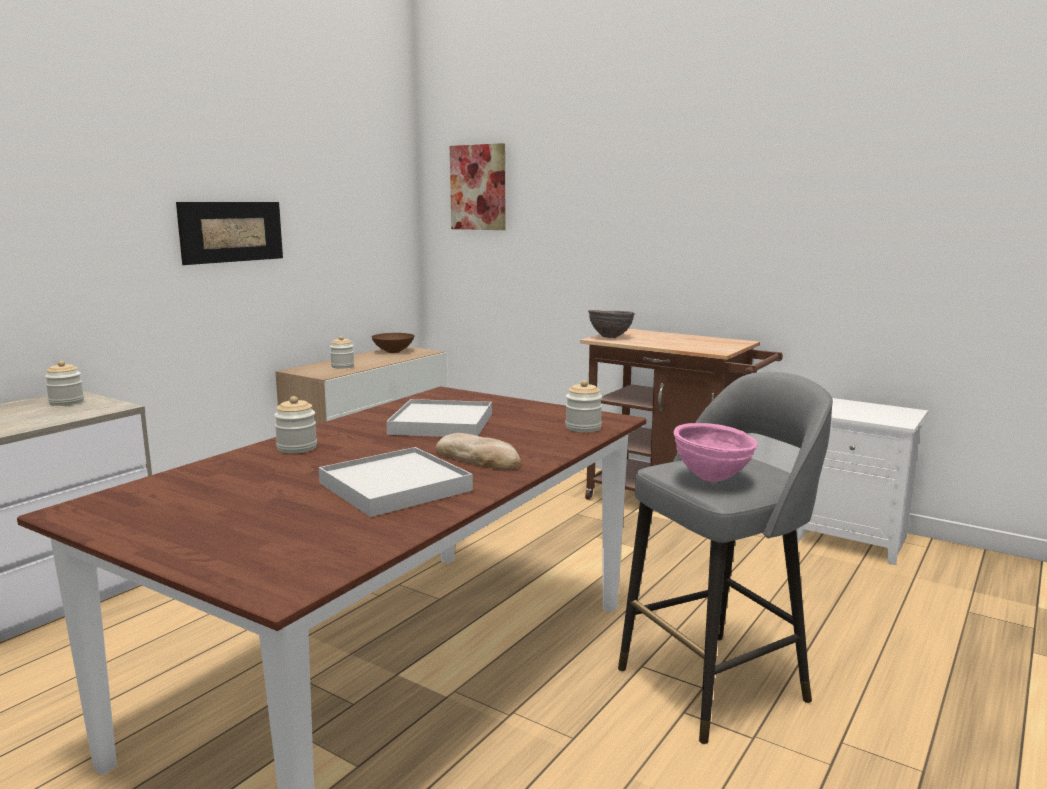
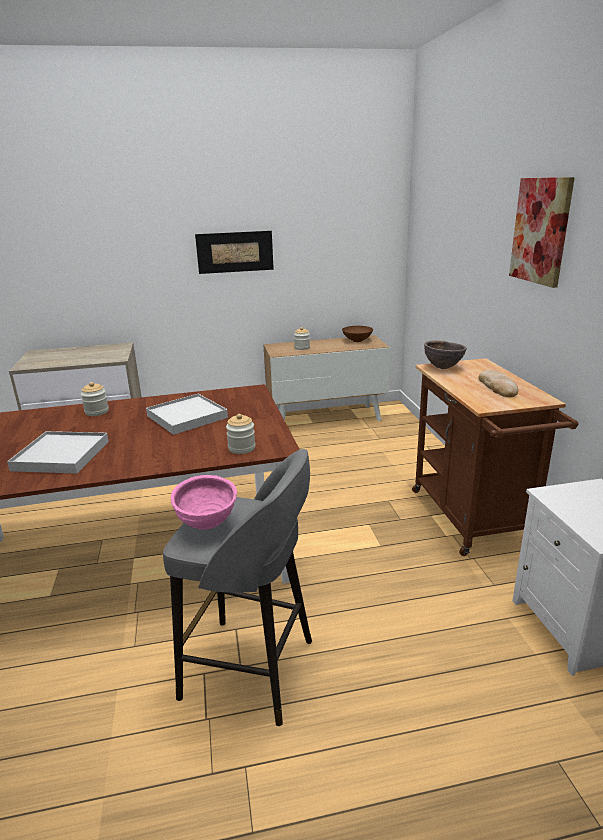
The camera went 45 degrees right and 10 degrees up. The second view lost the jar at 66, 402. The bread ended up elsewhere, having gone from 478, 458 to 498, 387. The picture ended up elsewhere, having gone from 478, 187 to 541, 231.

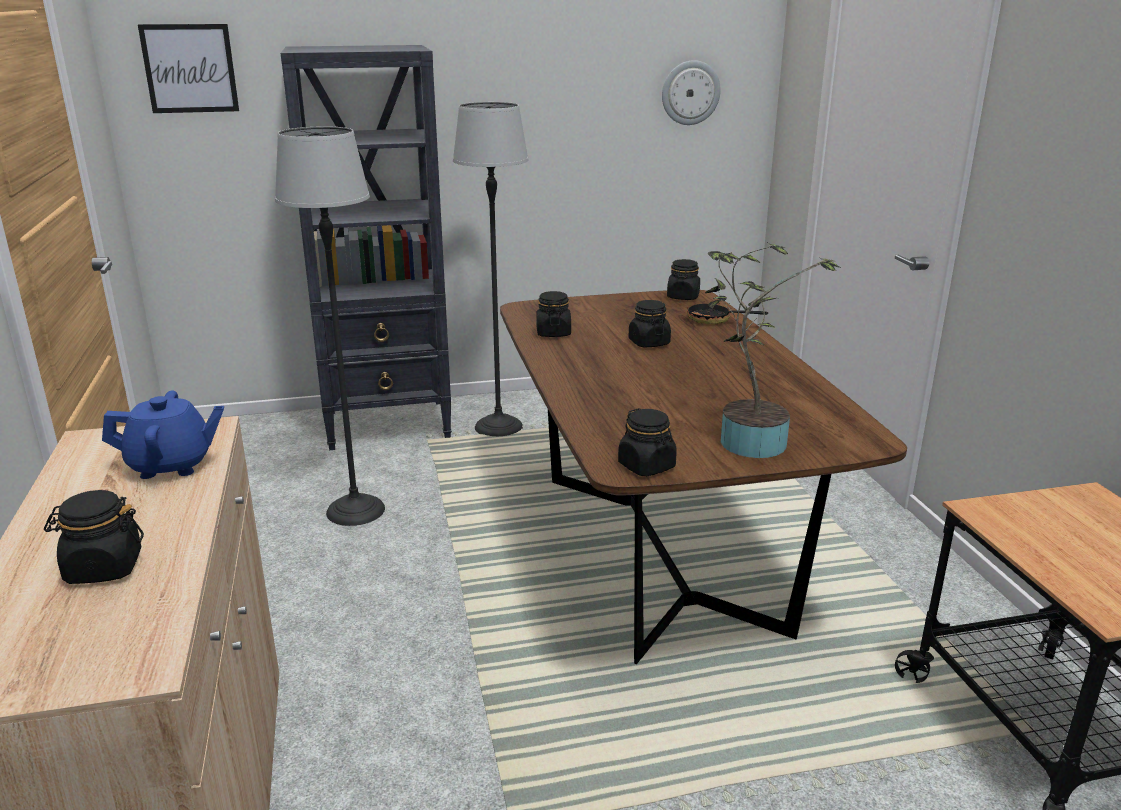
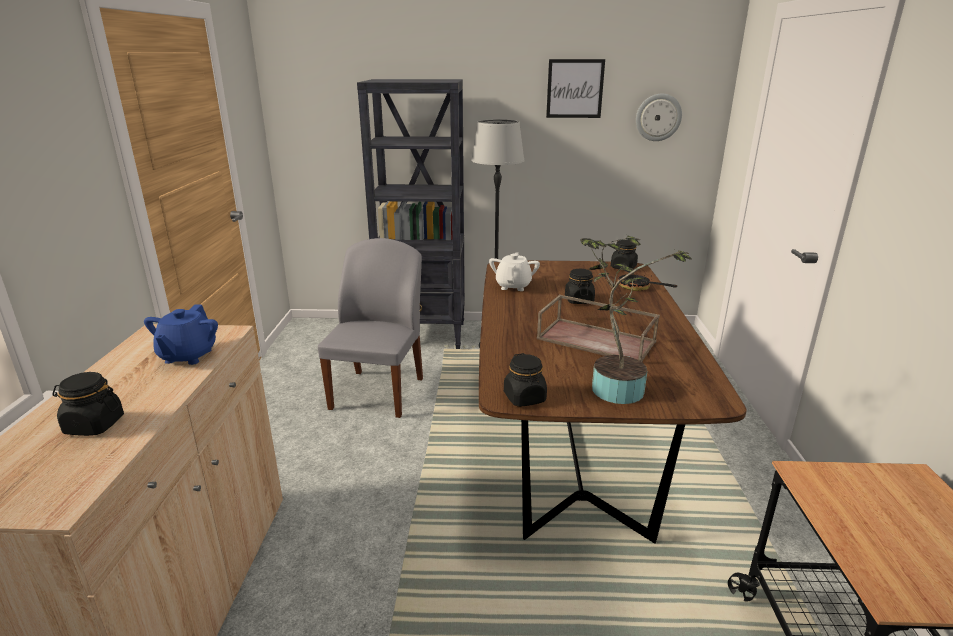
The camera went 15 degrees right and 0 degrees up. The blue teapot at 171, 465 ended up facing another way, 90 degrees clockwise from before. The picture ended up elsewhere, having gone from 190, 68 to 575, 88. Where the floor lamp stood at 356, 510, the grey chair came to stand at 379, 392. Where the black jar stood at 553, 333, the white teapot came to stand at 513, 286. The second view gained the brown tray at 597, 340.

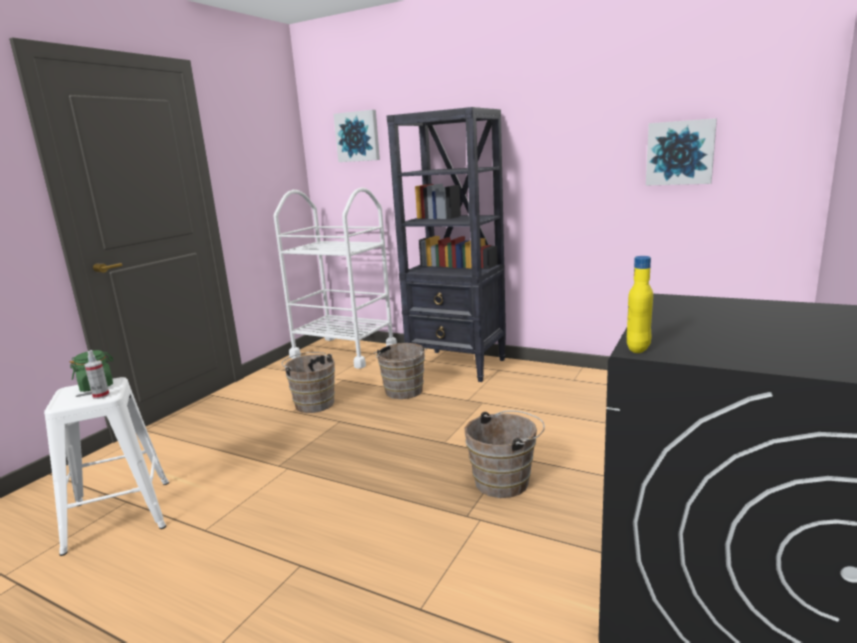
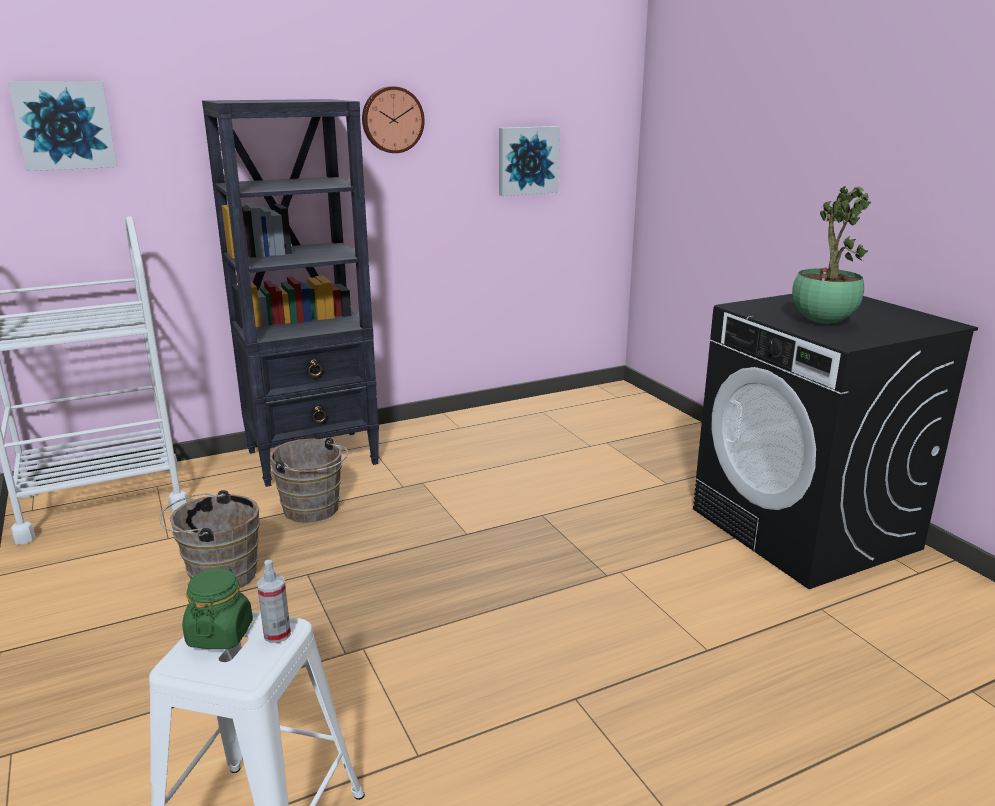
The camera went 55 degrees left and 5 degrees up. The second view lost the brown bucket at 506, 481. The second view lost the yellow bottle at 638, 348. The second view gained the wall clock at 392, 120. The second view gained the potted plant at 821, 321.

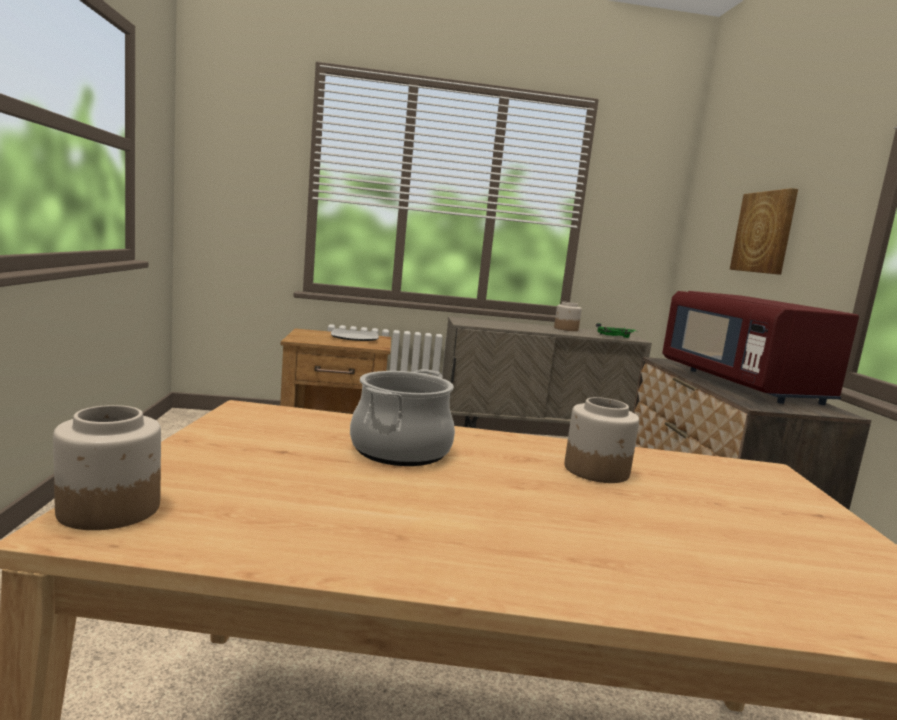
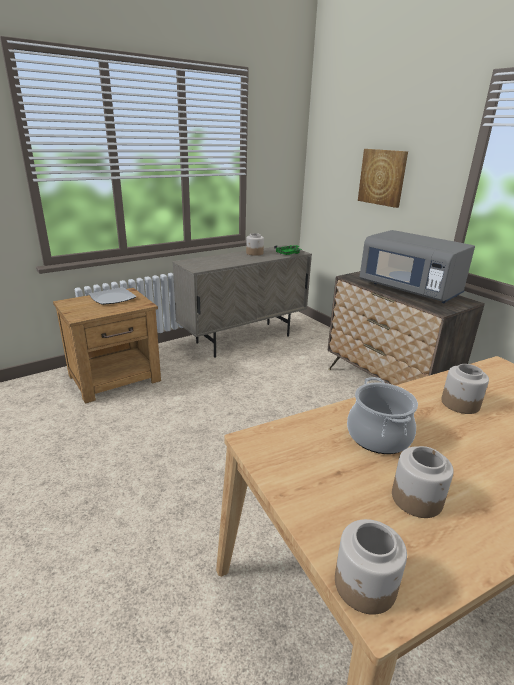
The camera went 30 degrees left and 15 degrees up. What was the red microwave at 742, 385 turned into the grey microwave at 409, 290. The second view gained the jar at 417, 498.

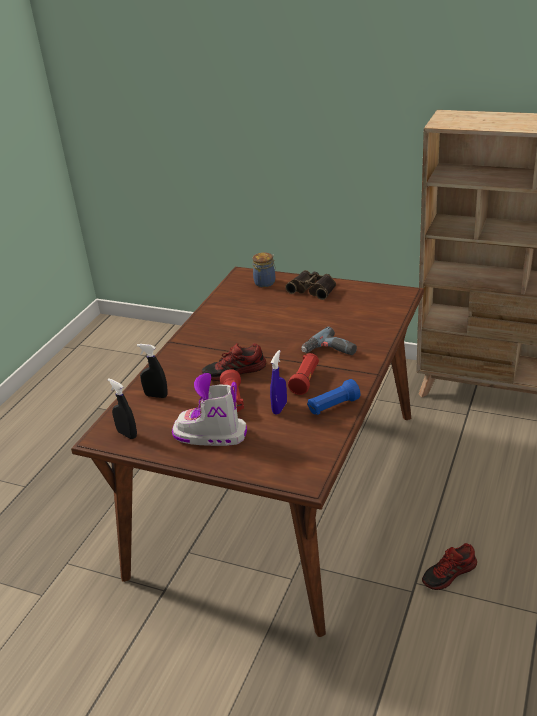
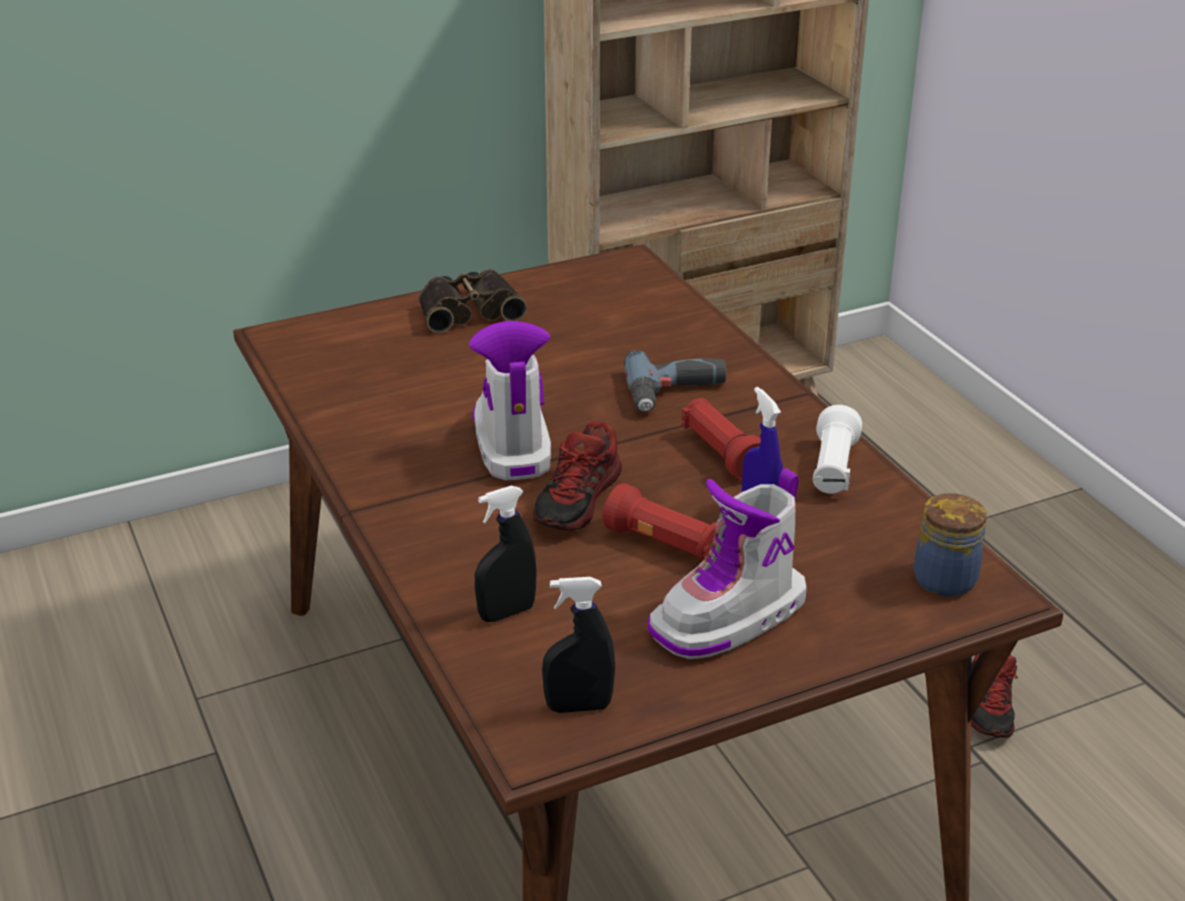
The camera went 50 degrees left and 0 degrees up. The jar ended up elsewhere, having gone from 265, 282 to 944, 578. What was the blue flashlight at 333, 406 turned into the white flashlight at 833, 470. The second view gained the boot at 511, 443.

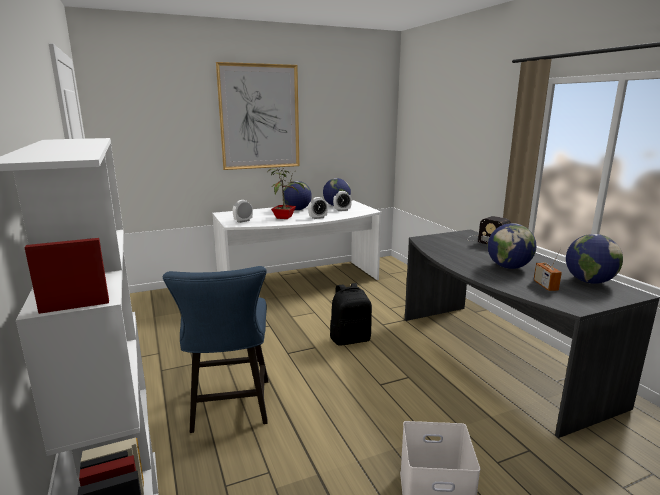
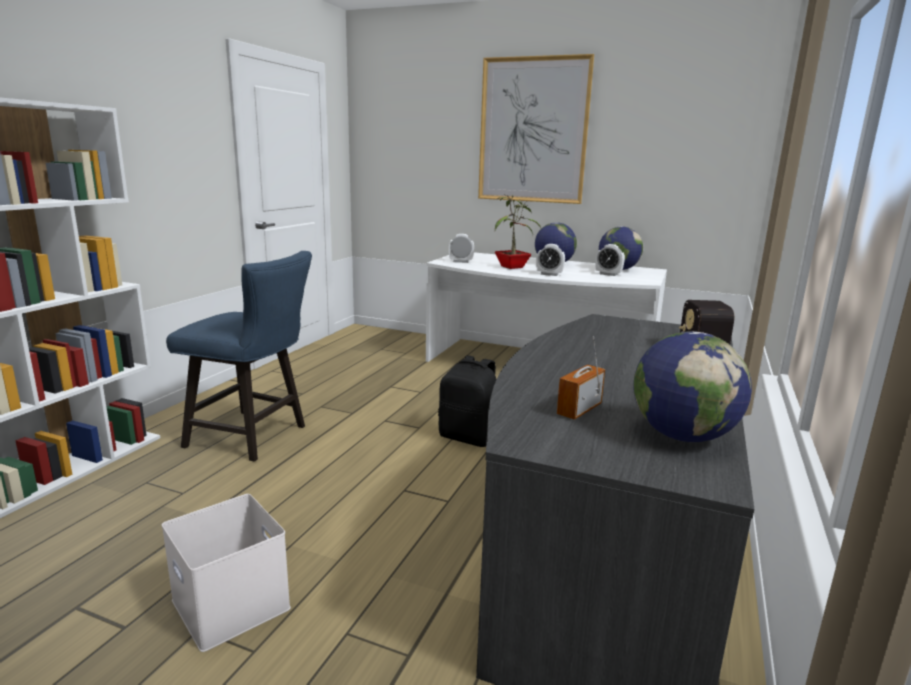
The camera went 45 degrees right and 0 degrees up. The blue chair at 230, 409 ended up facing another way, 105 degrees counterclockwise from before. The second view lost the globe at 508, 267.

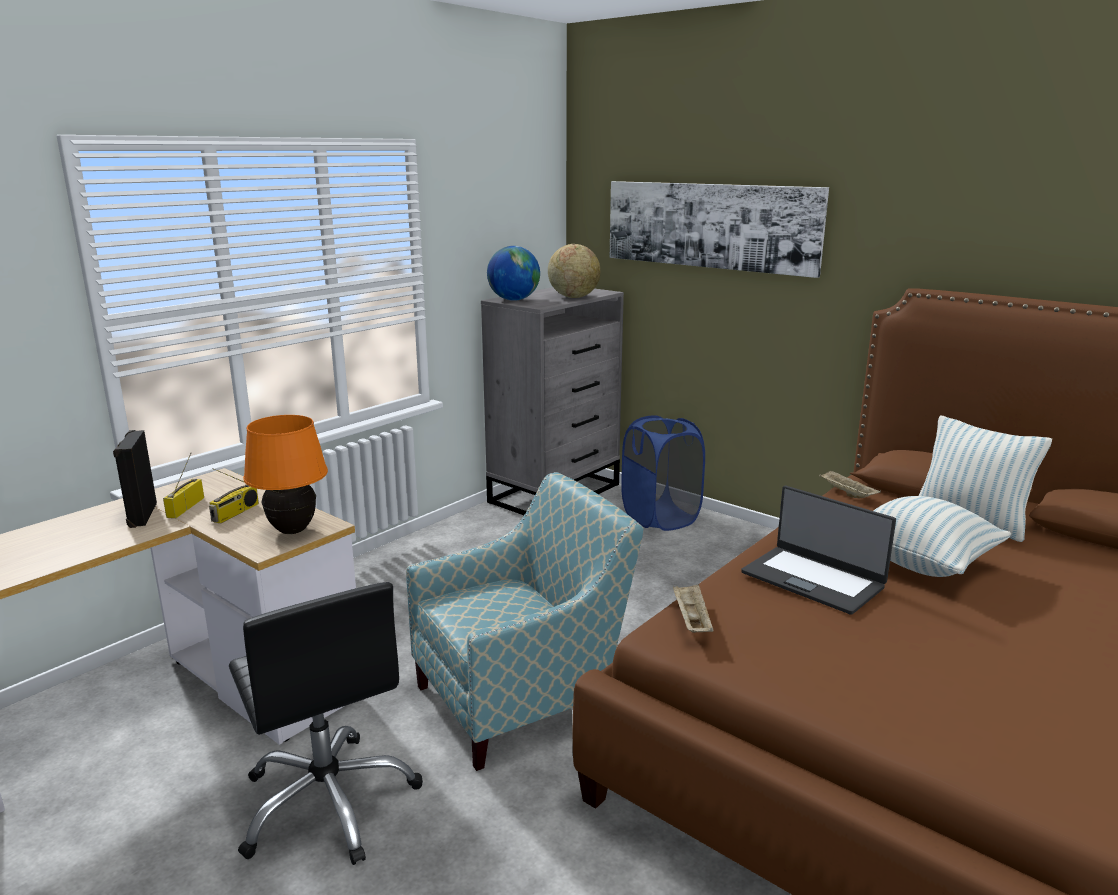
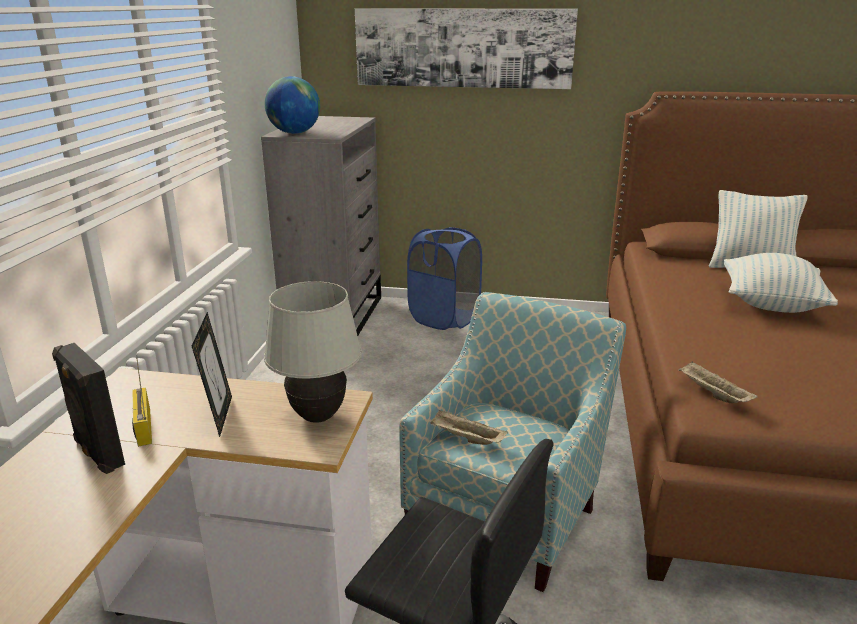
The camera went 30 degrees left and 5 degrees up. Where the radio stood at 235, 513, the picture frame came to stand at 219, 416. What was the orange table lamp at 292, 531 turned into the white table lamp at 317, 417. The second view lost the globe at 573, 297. The second view lost the laptop at 813, 579. The beige tray ended up elsewhere, having gone from 846, 493 to 466, 438.

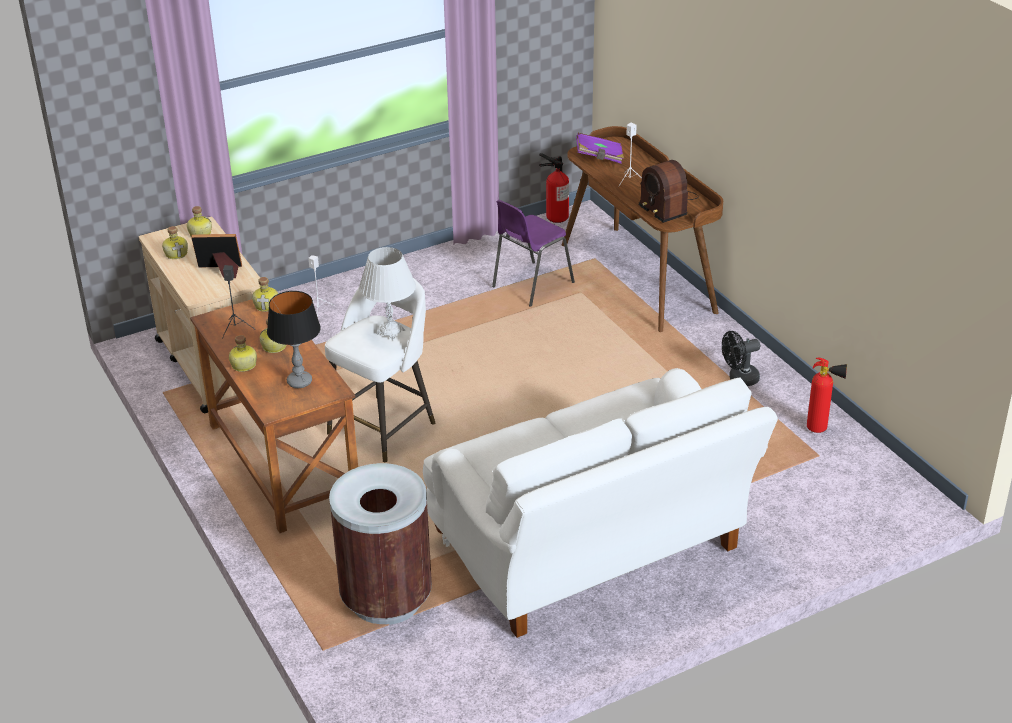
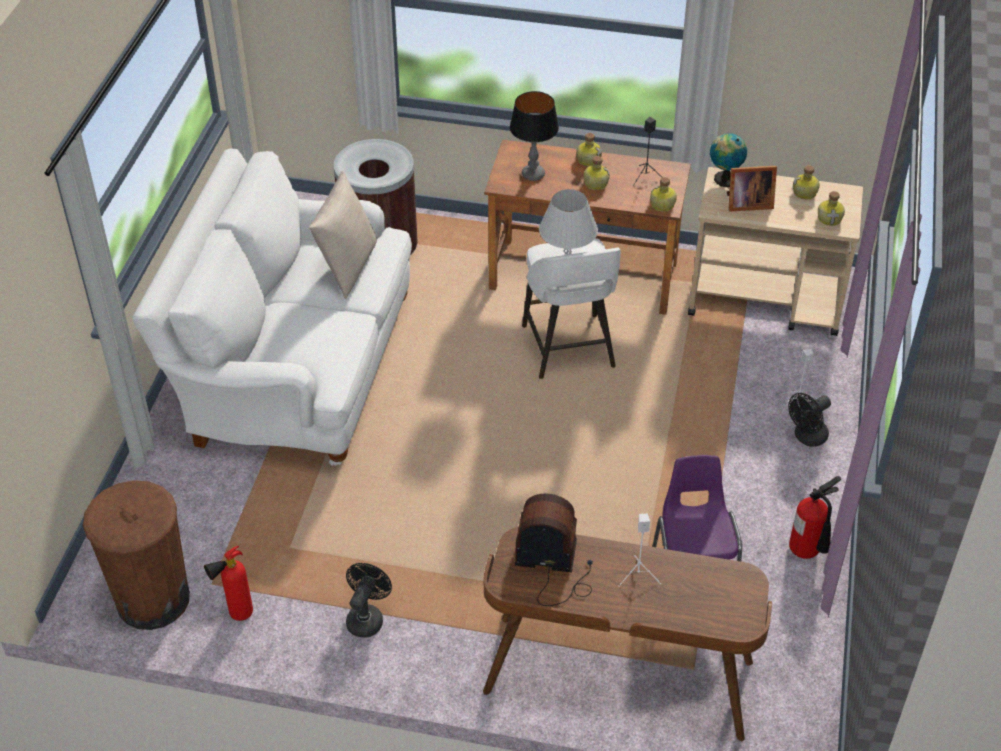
The camera went 130 degrees right and 10 degrees up. The picture frame at 221, 271 ended up facing another way, 45 degrees clockwise from before. The fire extinguisher ended up elsewhere, having gone from 557, 218 to 808, 552. The second view lost the purple book at 599, 157. The second view gained the brown trash can at 152, 599. The second view gained the beige pillow at 347, 267. The second view gained the globe at 724, 179. The second view gained the black fan at 806, 437.

